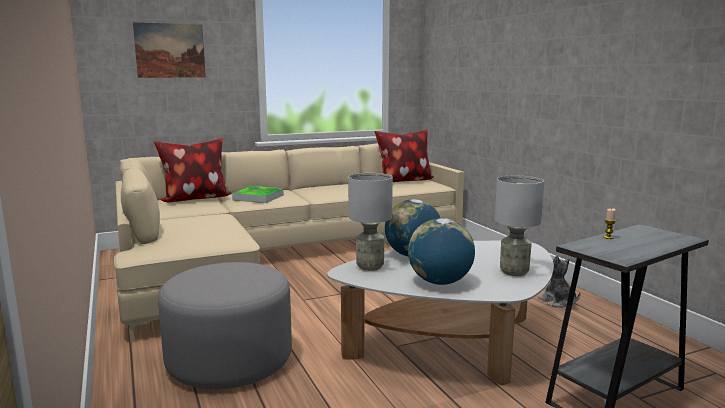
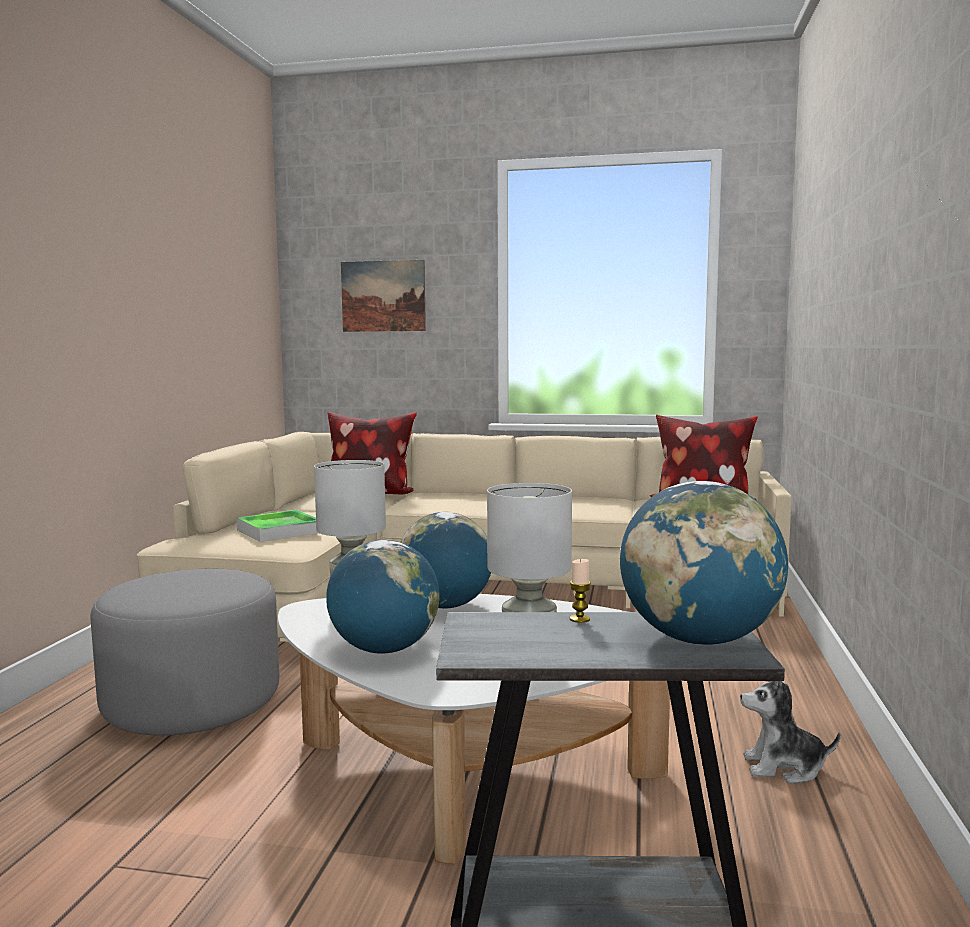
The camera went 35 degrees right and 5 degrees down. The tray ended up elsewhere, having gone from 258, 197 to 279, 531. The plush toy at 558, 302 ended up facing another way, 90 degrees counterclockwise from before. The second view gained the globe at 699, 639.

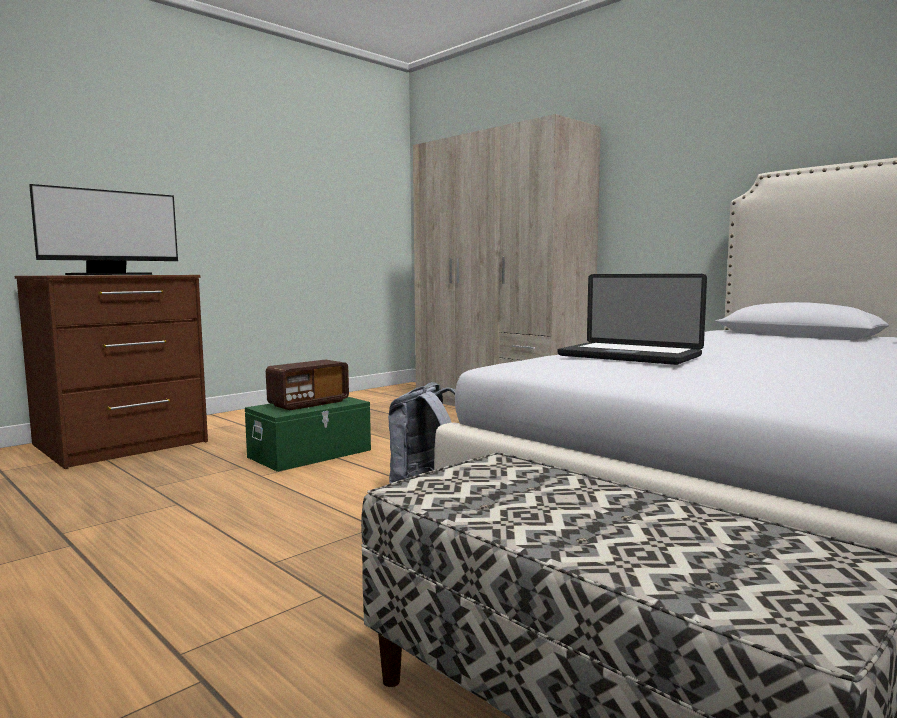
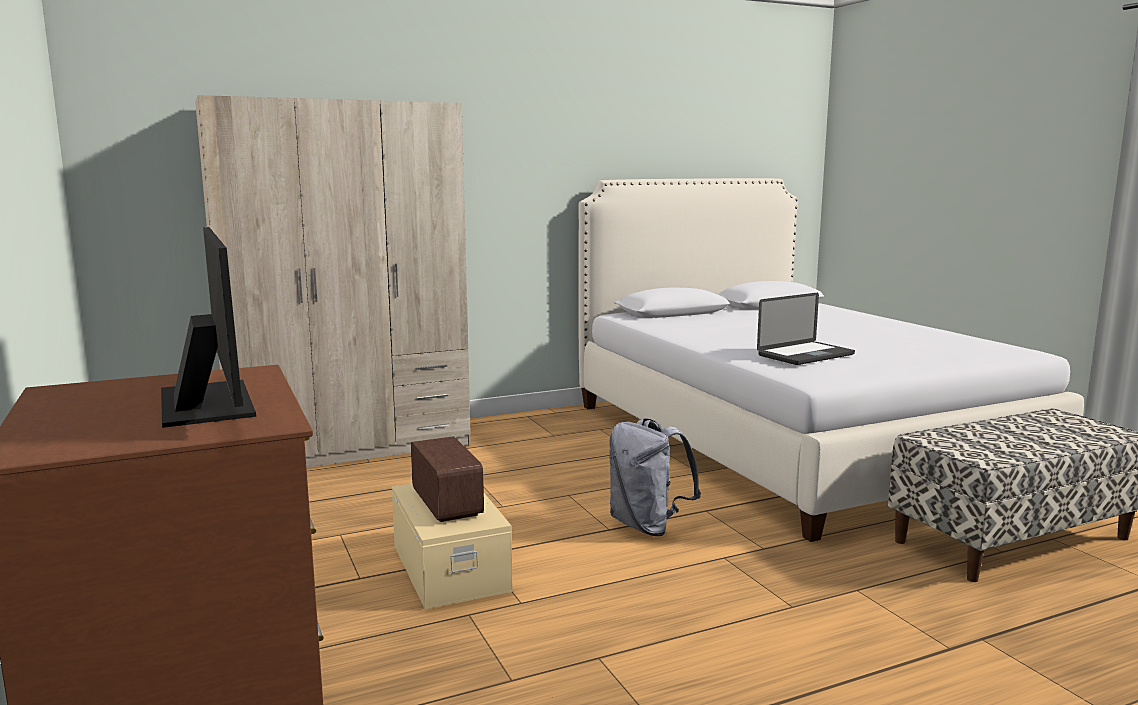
The camera went 70 degrees left and 5 degrees up. What was the green storage box at 311, 454 turned into the beige storage box at 452, 567.

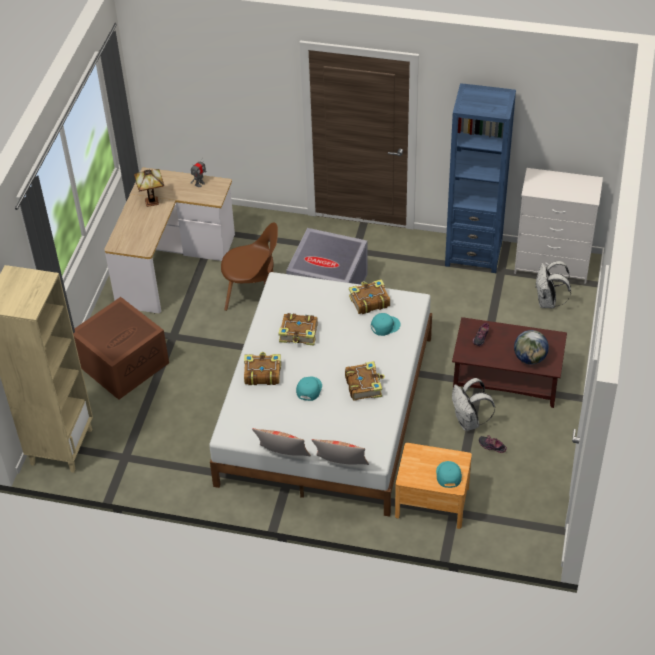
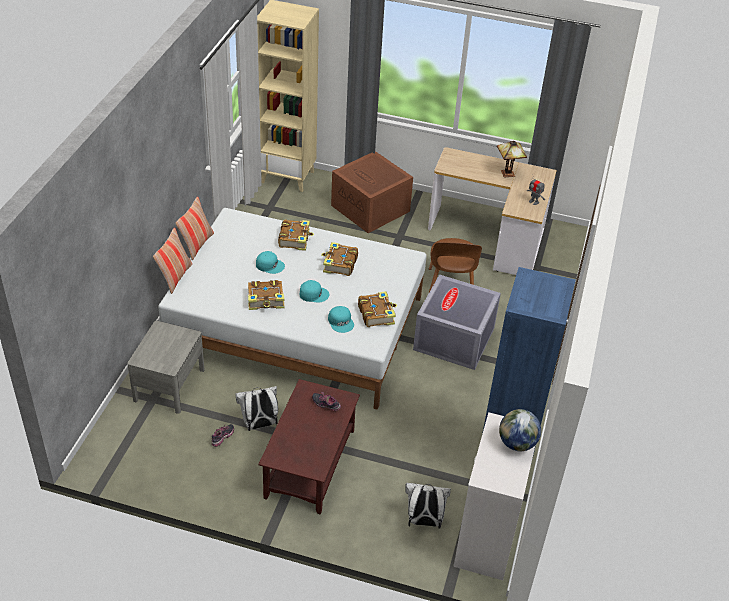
The camera went 90 degrees right and 5 degrees down. What was the brown nightstand at 432, 502 turned into the grey nightstand at 169, 385. The turquoise cap ended up elsewhere, having gone from 448, 475 to 313, 294. The globe ended up elsewhere, having gone from 530, 358 to 517, 443.

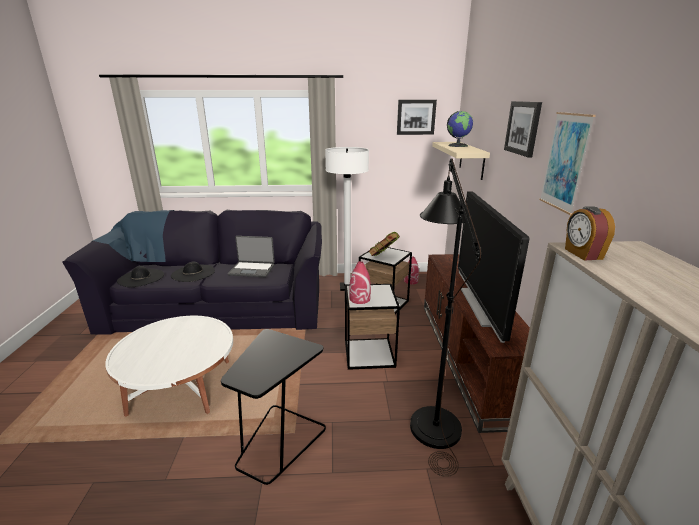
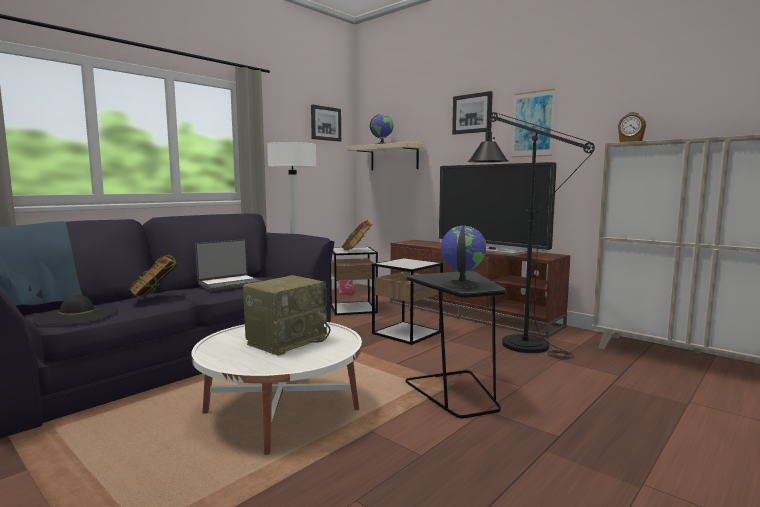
The camera went 45 degrees left and 15 degrees down. Where the black hat stood at 193, 273, the book came to stand at 155, 298. The second view lost the red vase at 360, 299. The second view gained the radio at 287, 341. The second view gained the globe at 461, 285.

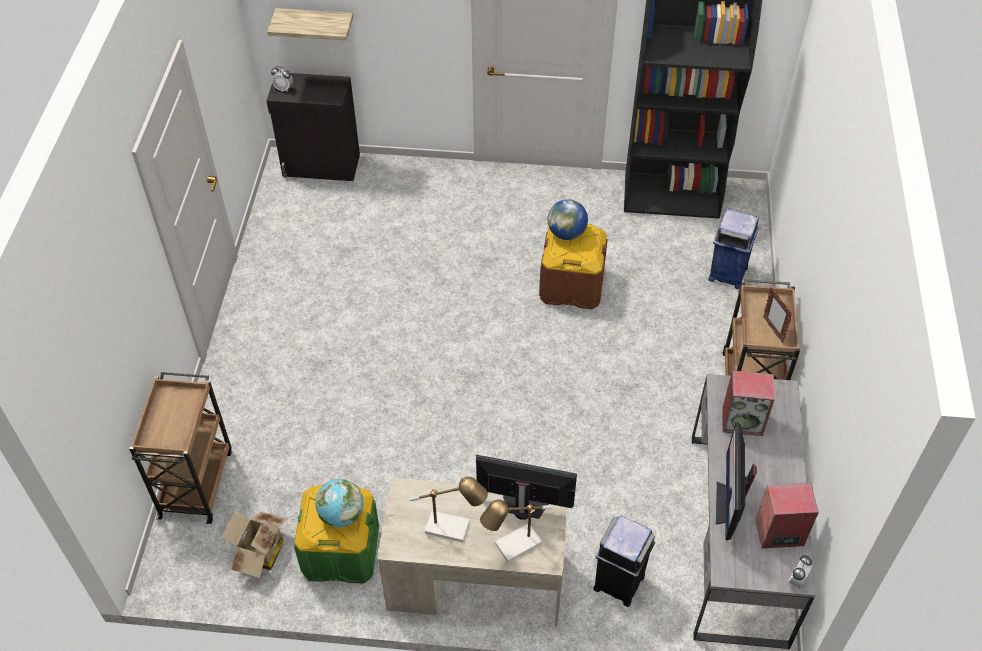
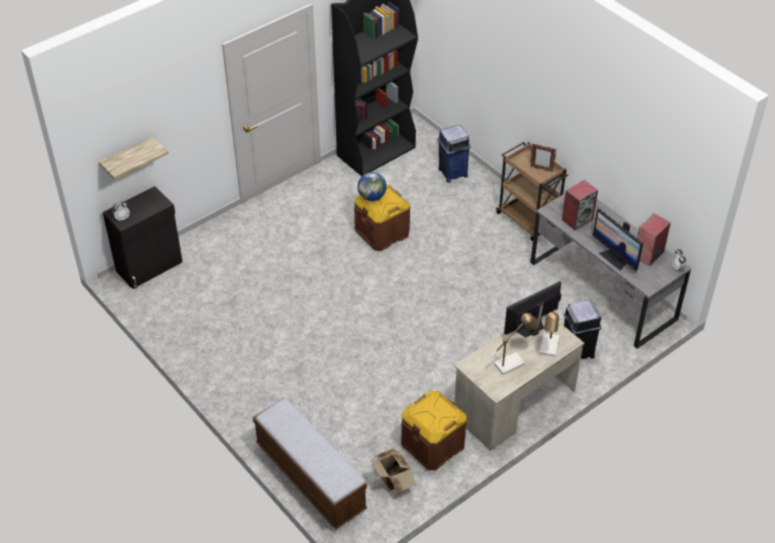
The camera went 45 degrees left and 5 degrees down. Where the brown cart stood at 196, 482, the bench came to stand at 310, 477. What was the green storage box at 341, 551 turned into the brown storage box at 432, 445. The second view lost the globe at 341, 515.

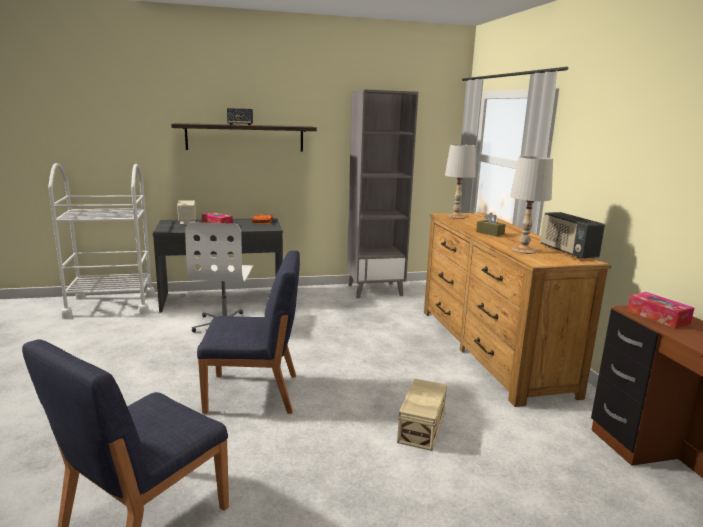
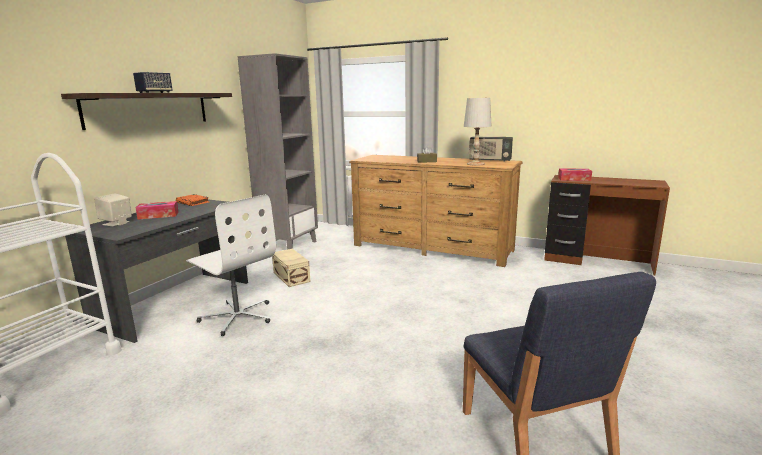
The camera went 50 degrees left and 0 degrees up. The second view lost the blue chair at 254, 393. The beige storage box ended up elsewhere, having gone from 420, 427 to 291, 277. The second view lost the white table lamp at 456, 216.

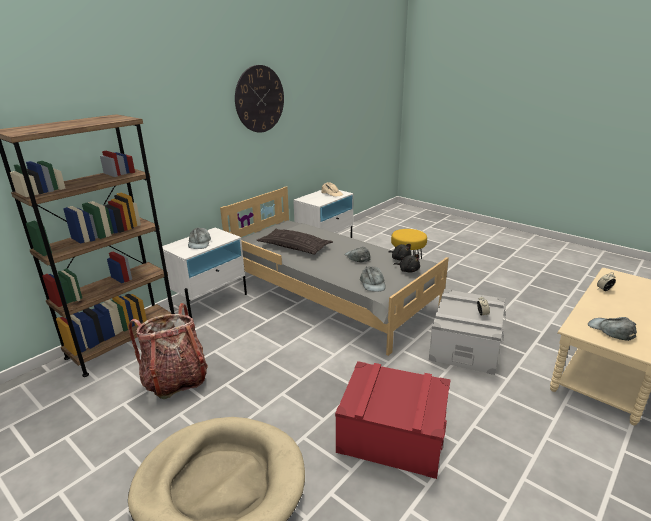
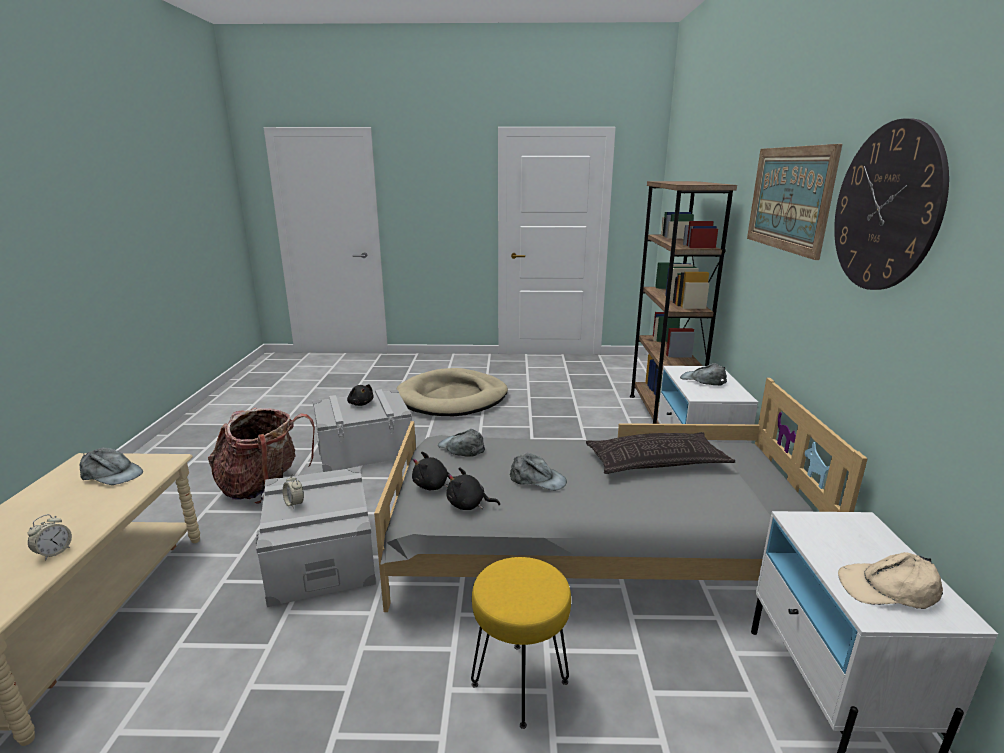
The camera went 140 degrees right and 5 degrees down. The backpack ended up elsewhere, having gone from 175, 379 to 264, 487. What was the red storage box at 392, 434 turned into the grey storage box at 364, 448. The second view gained the black plush toy at 360, 403. The second view gained the picture at 789, 198.

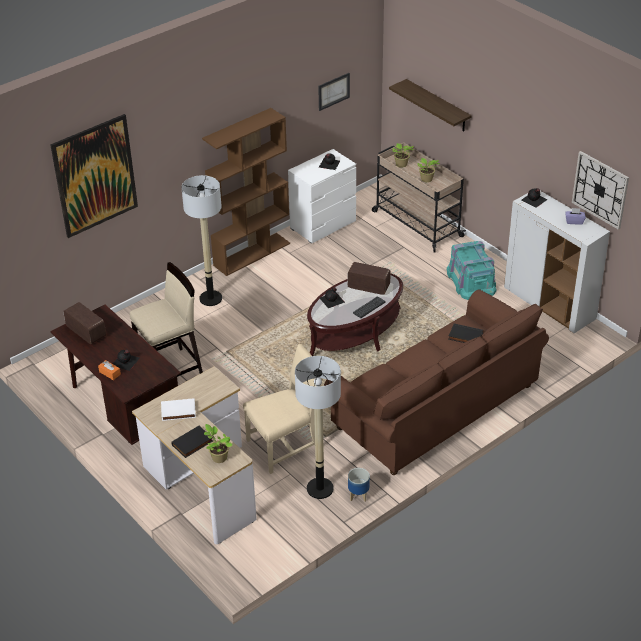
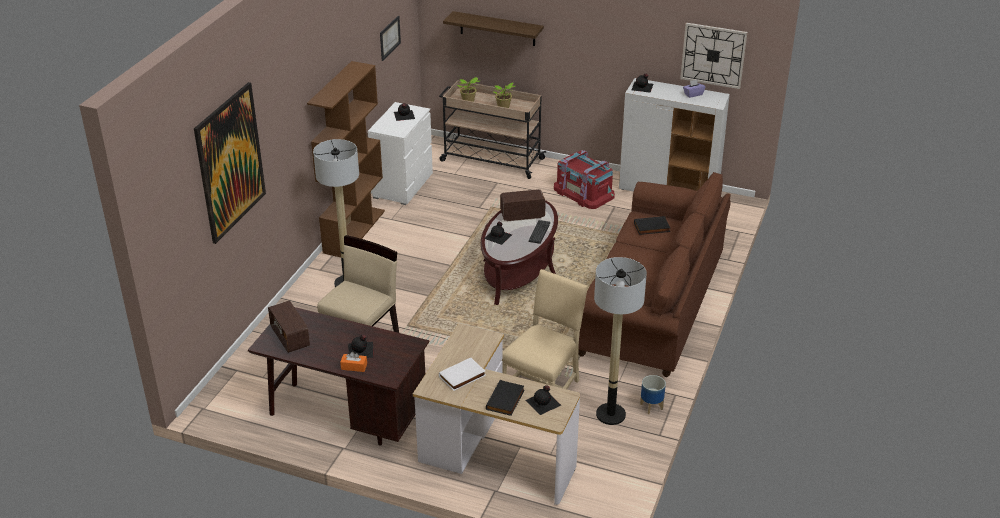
The camera went 30 degrees left and 5 degrees down. The radio at 86, 332 ended up facing another way, 135 degrees counterclockwise from before. Where the potted plant stood at 218, 457, the black bottle came to stand at 544, 402. What was the turquoise storage box at 471, 280 turned into the red storage box at 584, 192.

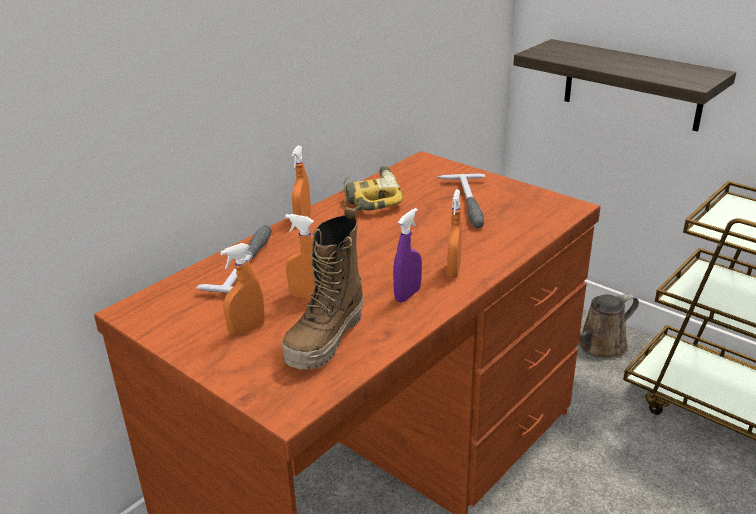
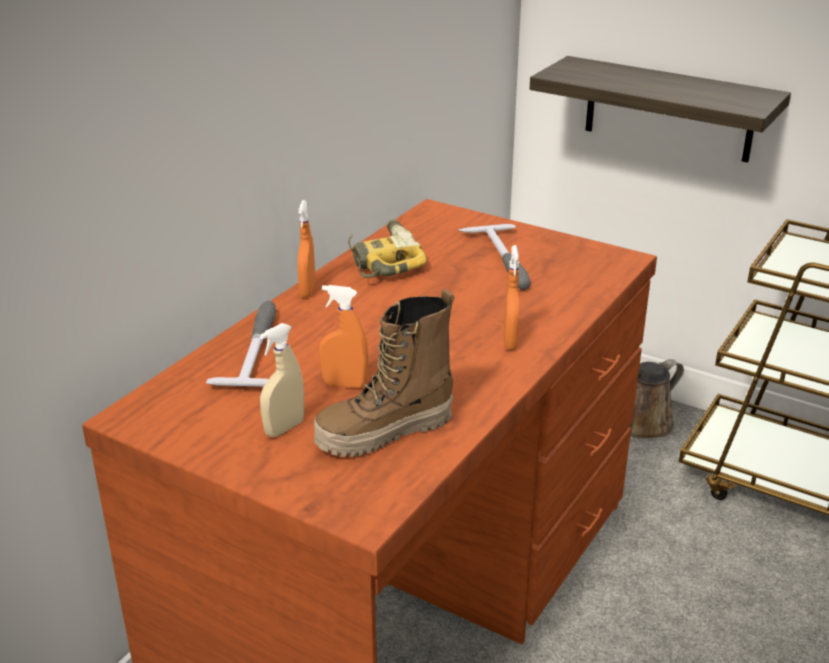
The camera went 10 degrees left and 0 degrees up. What was the orange spray bottle at 247, 329 turned into the beige spray bottle at 284, 428. The boot at 326, 340 ended up facing another way, 45 degrees clockwise from before. The second view lost the purple spray bottle at 407, 295.

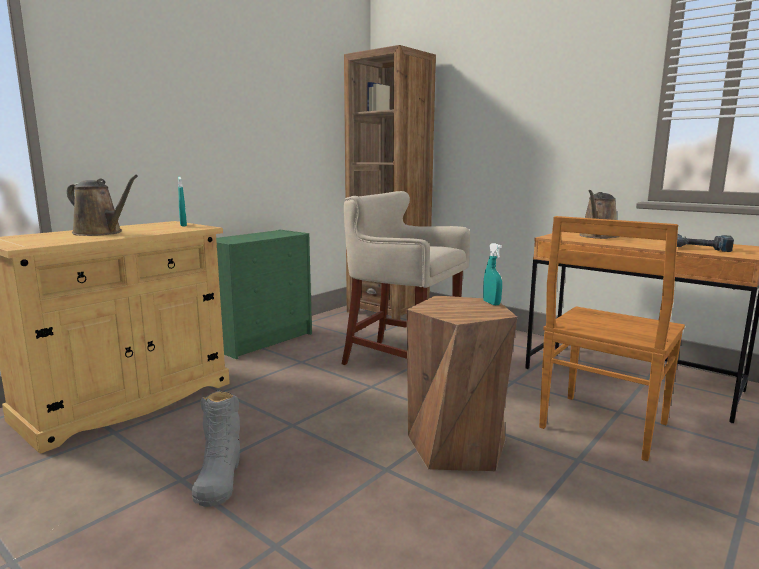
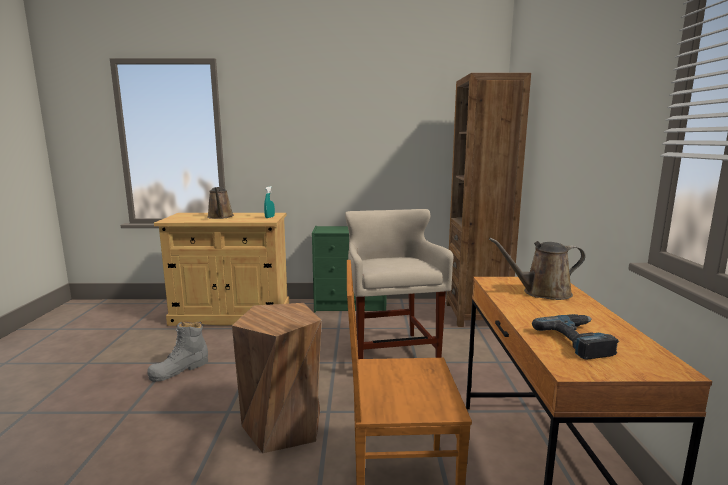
The camera went 50 degrees right and 0 degrees up. The second view lost the turquoise spray bottle at 491, 303.

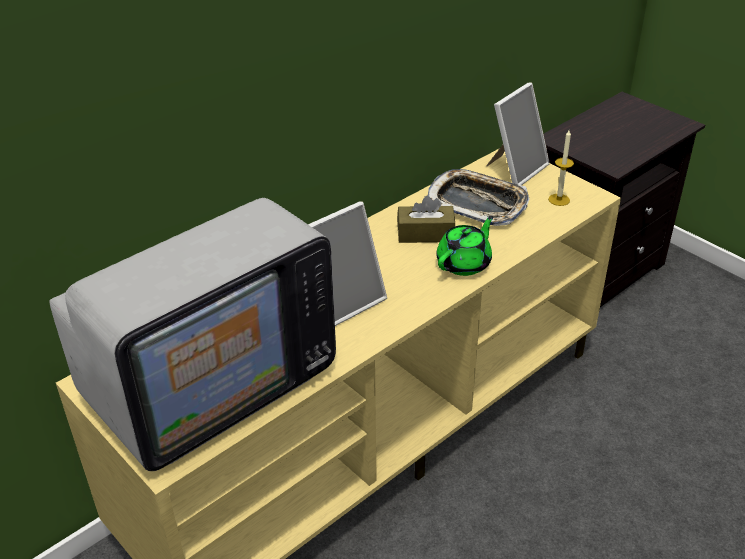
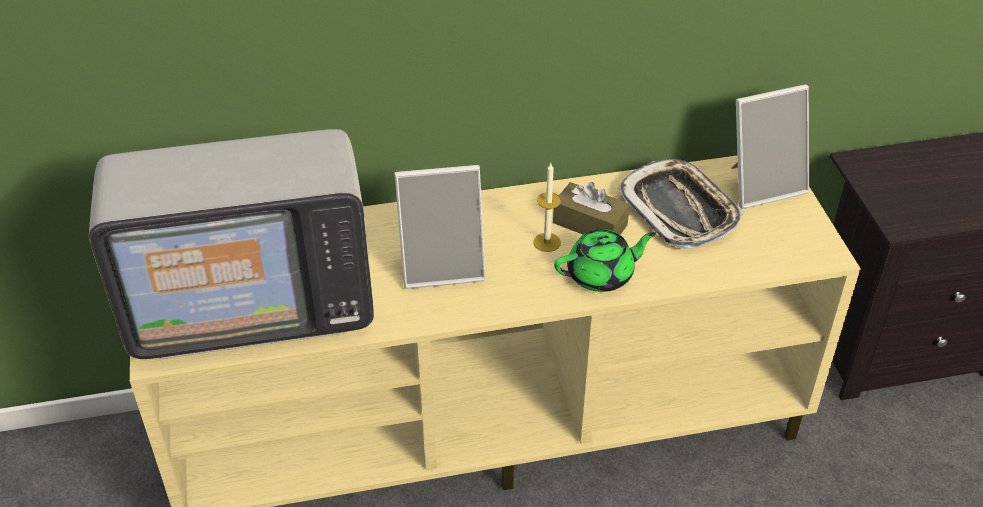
The camera went 30 degrees right and 5 degrees up. The candle ended up elsewhere, having gone from 559, 199 to 547, 242.

